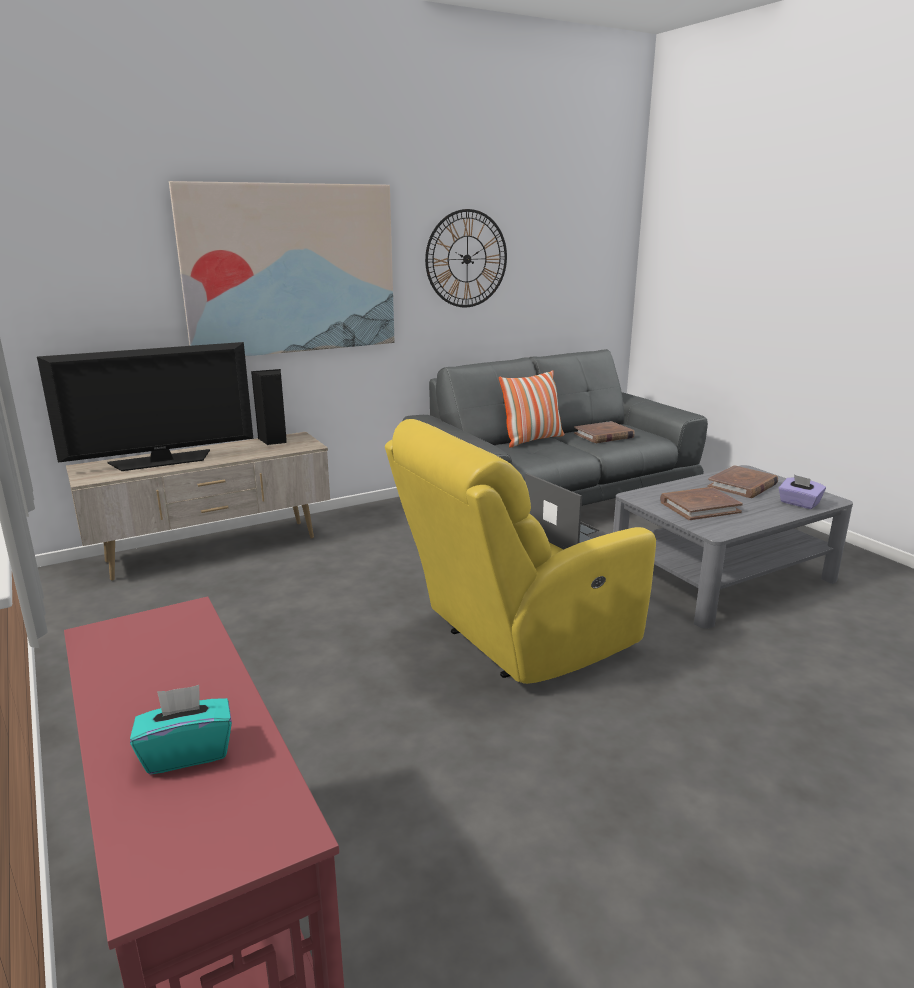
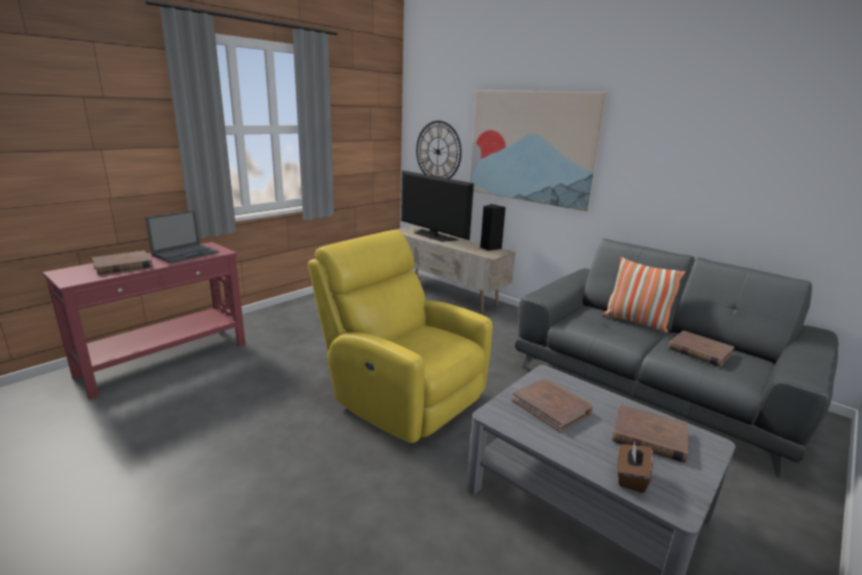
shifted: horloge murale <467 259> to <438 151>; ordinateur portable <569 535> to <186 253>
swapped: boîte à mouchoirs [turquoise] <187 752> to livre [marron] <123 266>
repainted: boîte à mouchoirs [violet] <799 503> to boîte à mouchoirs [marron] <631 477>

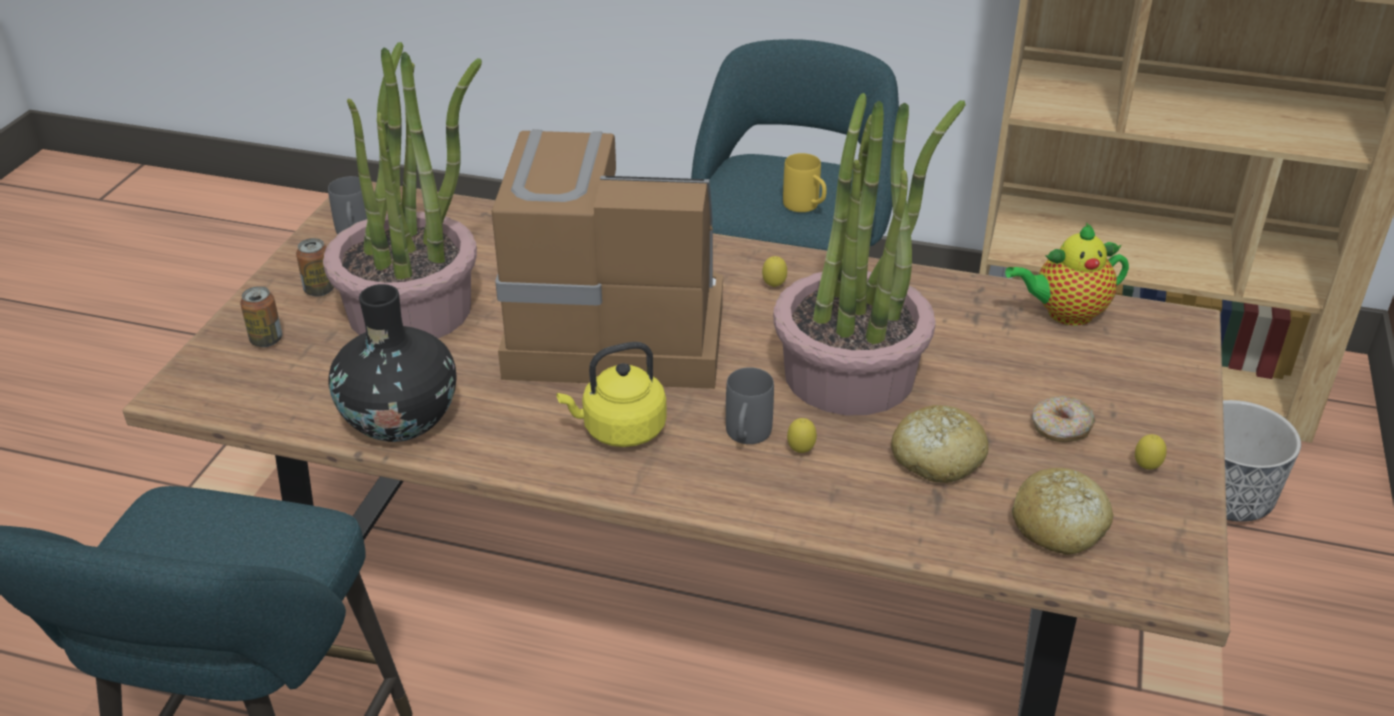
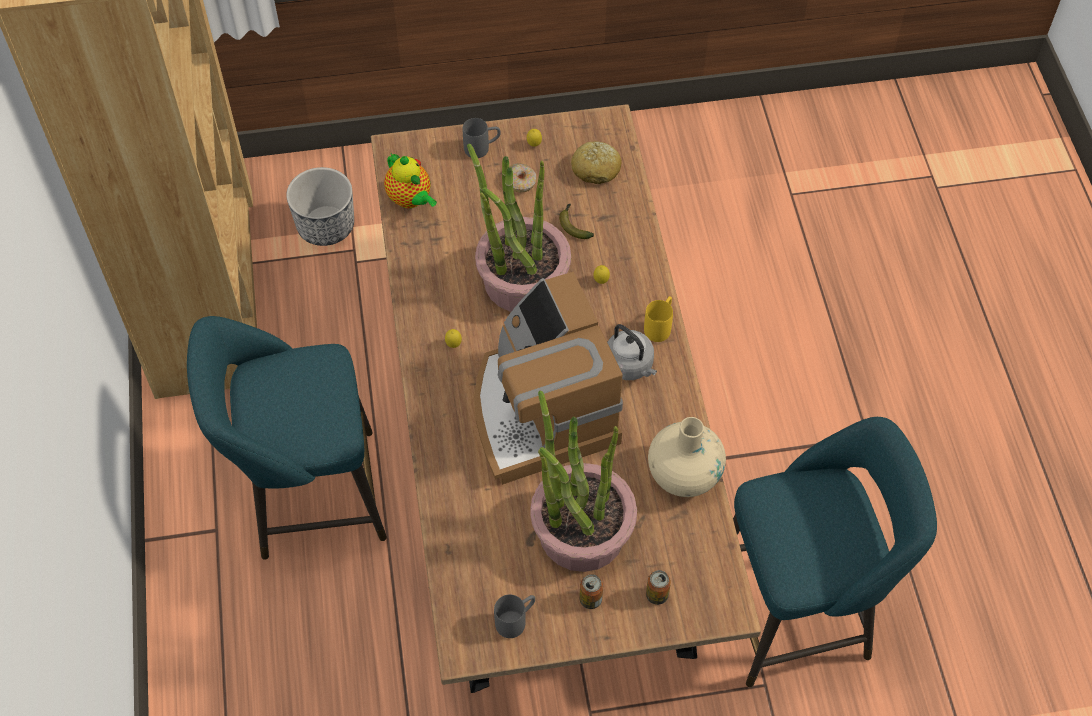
shifted: mug [jaune] <806 207> to <660 326>; mug [gris] <746 437> to <482 148>
swapped: pain <937 458> to banane <573 225>
repainted: vase [noir] <400 420> to vase [beige] <684 474>; bouilloire [jaune] <620 430> to bouilloire [gris] <630 366>

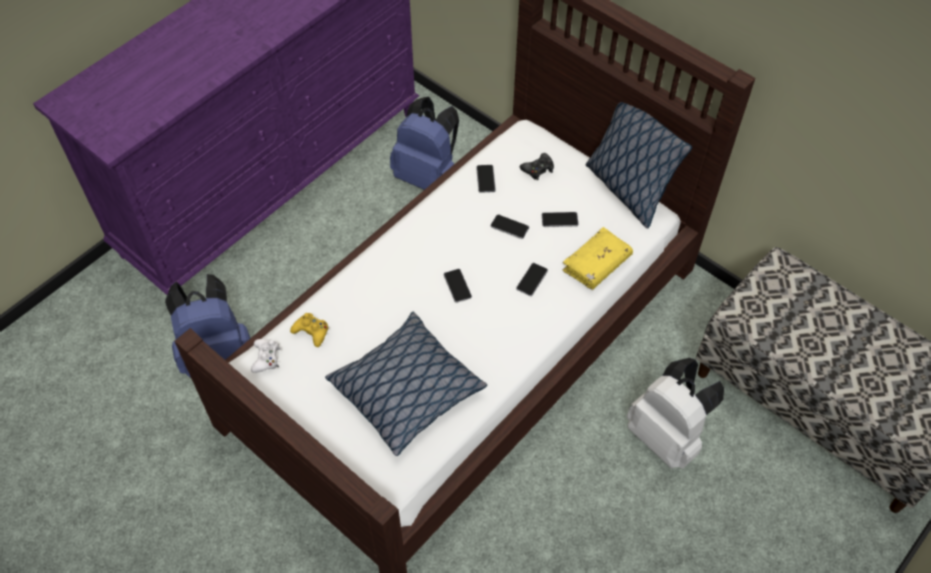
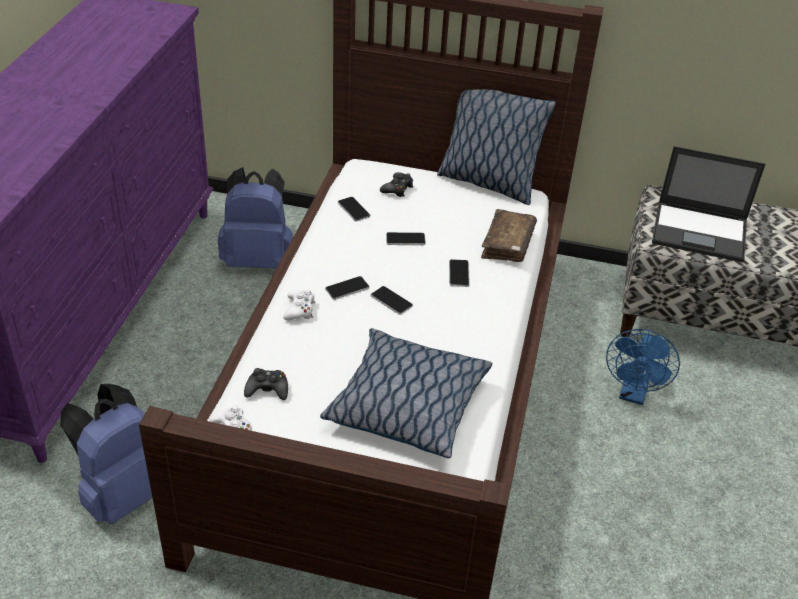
new: ordinateur portable <700 232>; manette [blanc] <299 309>
shifted: téléphone <559 220> to <347 289>
swapped: sac à dos [blanc] <667 436> to ventilateur [bleu] <633 394>
repainted: livre [jaune] <596 264> to livre [marron] <508 244>; manette [jaune] <311 331> to manette [noir] <267 389>

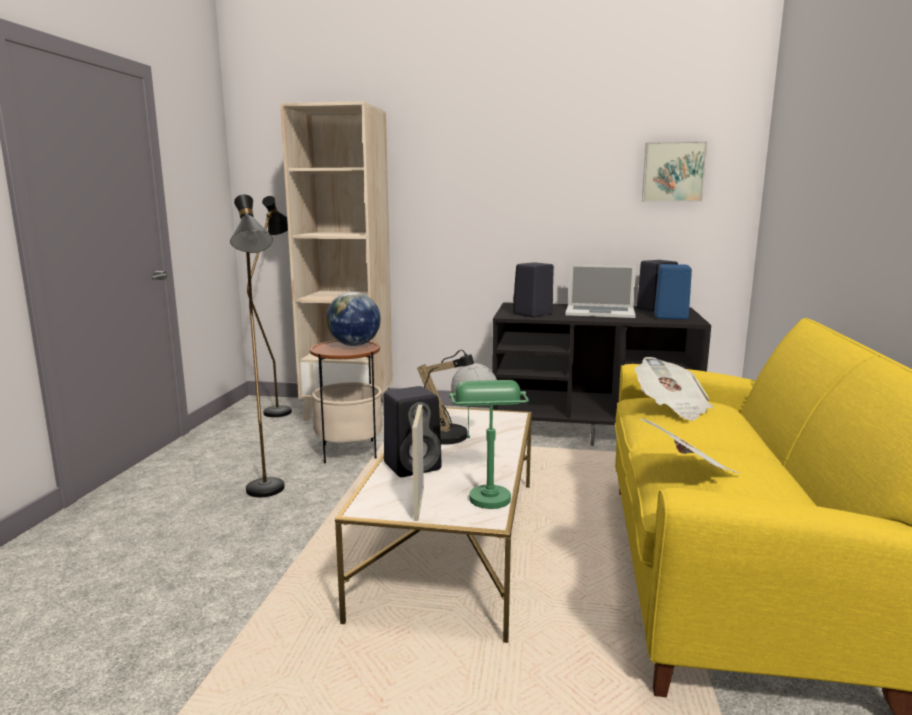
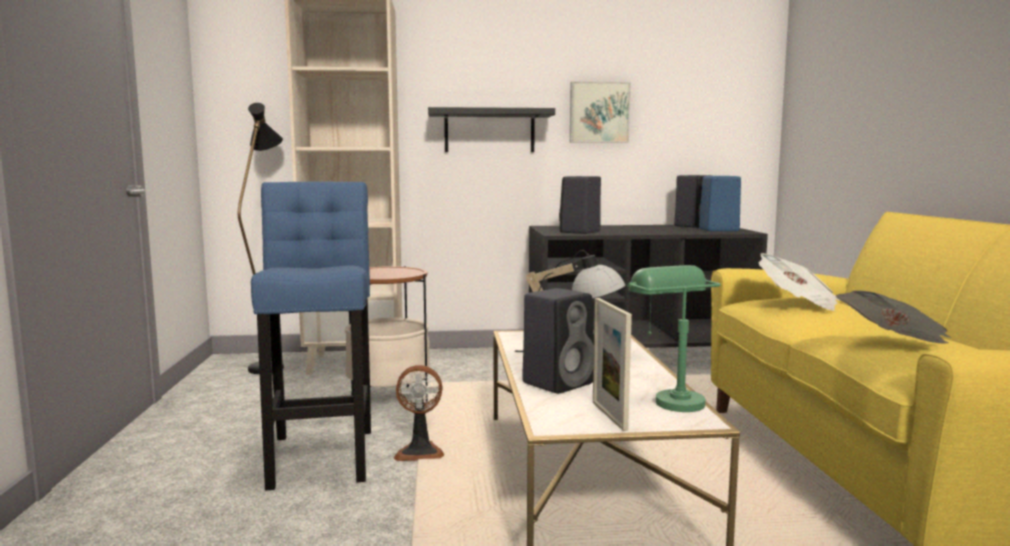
gone: ordinateur portable <600 312>; globe <354 345>
new: étagère [noir] <489 131>; ventilateur <420 452>
shifted: tableau <673 172> to <599 112>
swapped: lampadaire [noir] <268 495> to tabouret [bleu] <322 454>

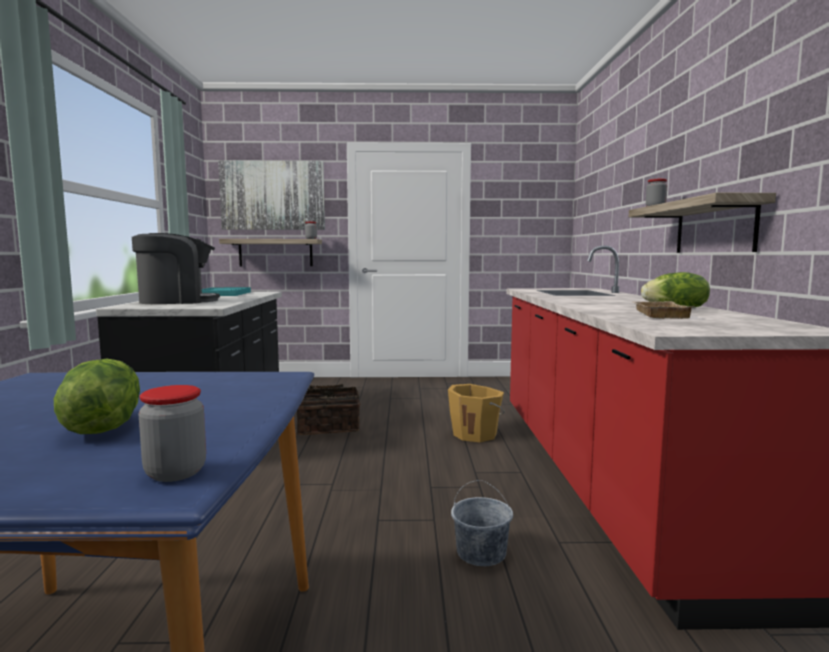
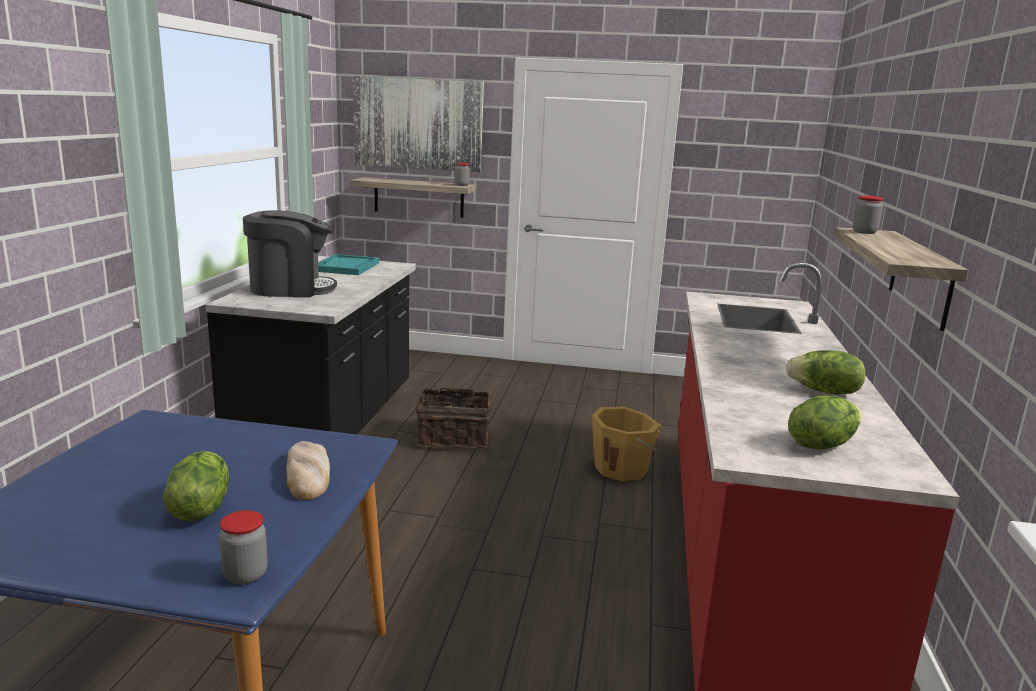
gone: plateau [beige] <657 314>; seau [gris] <481 553>
new: laitue <821 444>; pain <308 475>

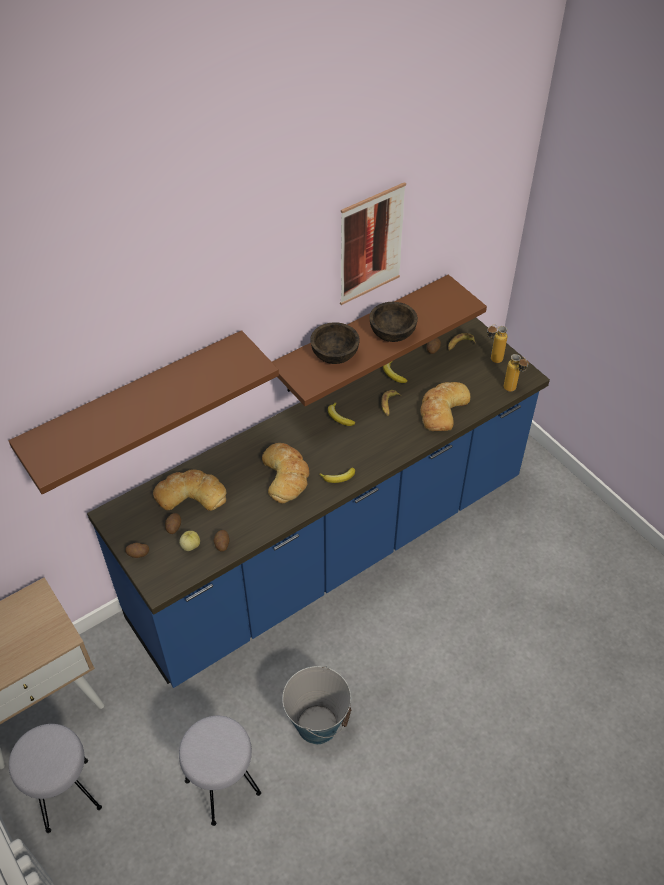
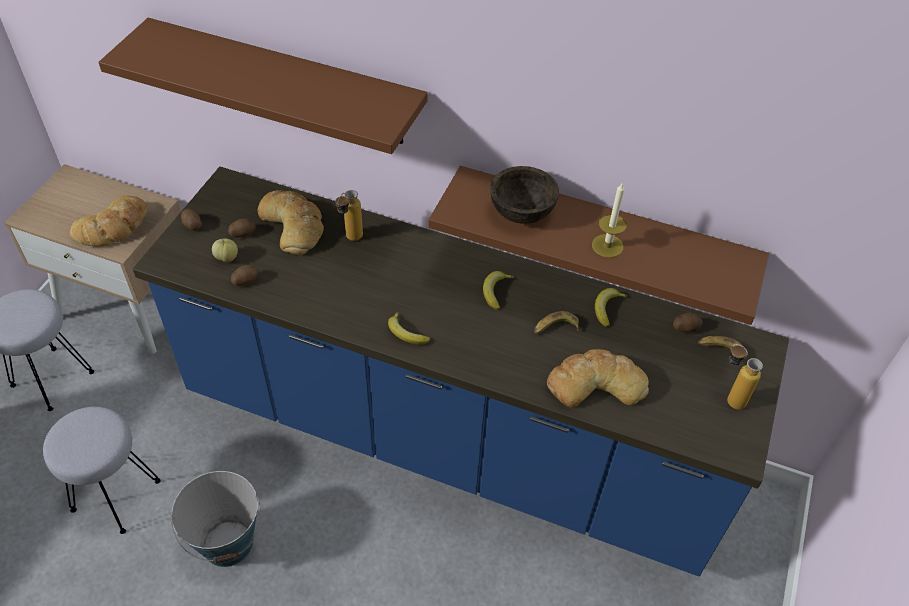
gone: tableau <371 244>
shifted: bouteille <512 391> to <350 240>; pain <286 475> to <113 227>
swapped: bol [marron] <392 333> to bougie <607 246>

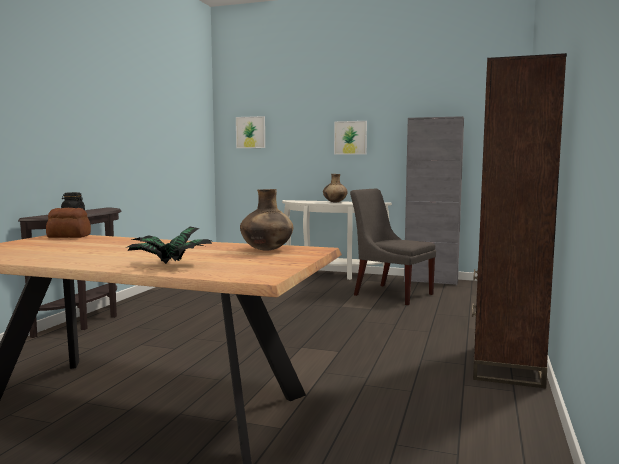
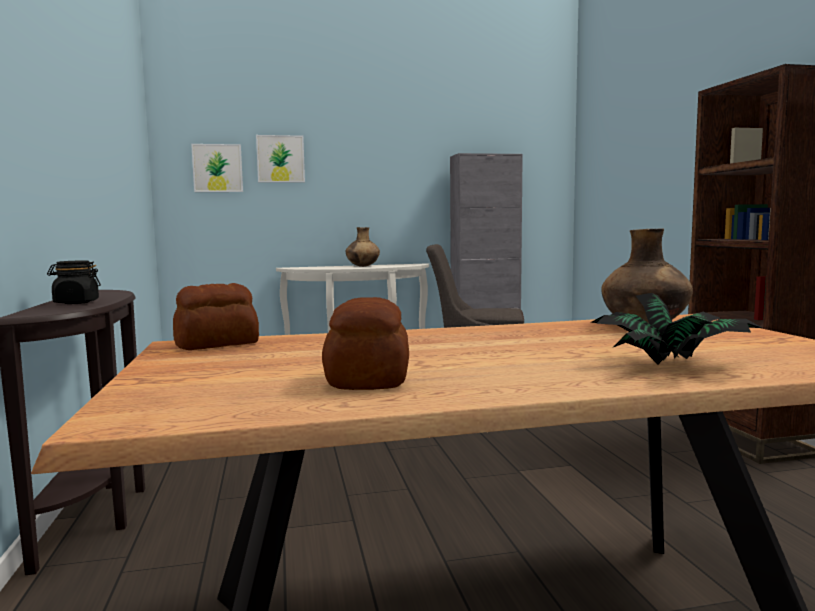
new: pain <369 378>
shifted: tableau <350 137> to <280 159>

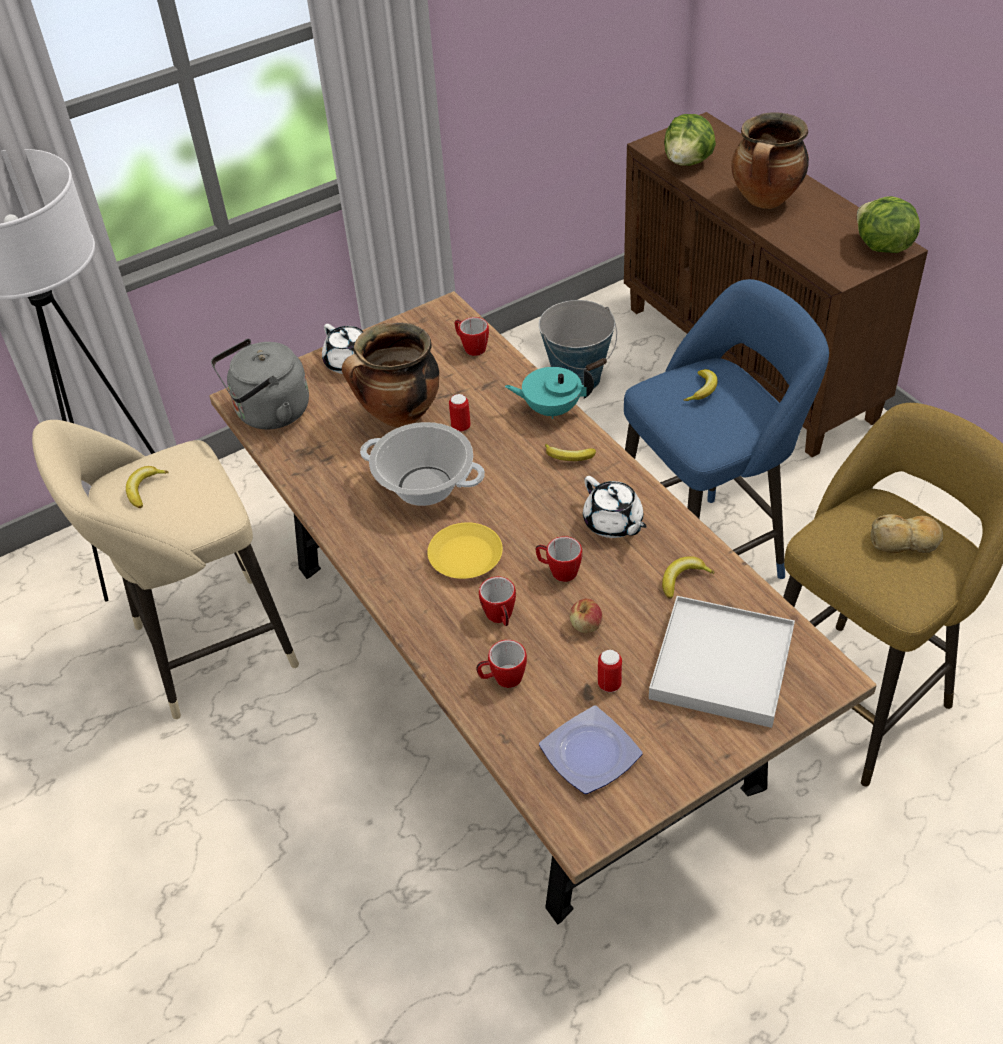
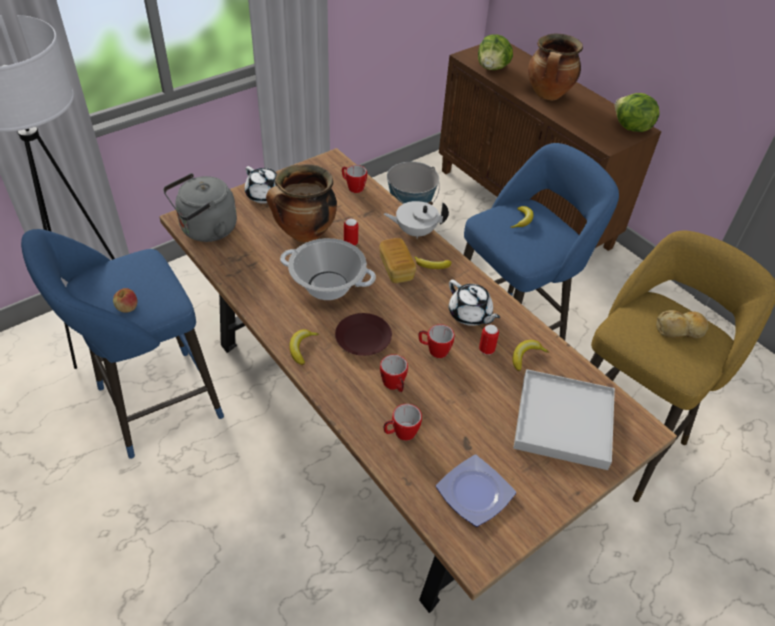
new: pain <396 269>
shifted: banane <144 489> to <301 348>; pomme <586 625> to <127 307>; boîte métallique <609 684> to <486 350>
repainted: théière [turquoise] <551 409> to théière [blanc] <415 231>; tabouret [beige] <205 650> to tabouret [bleu] <152 405>; assiette [jaune] <466 556> to assiette [marron] <363 338>

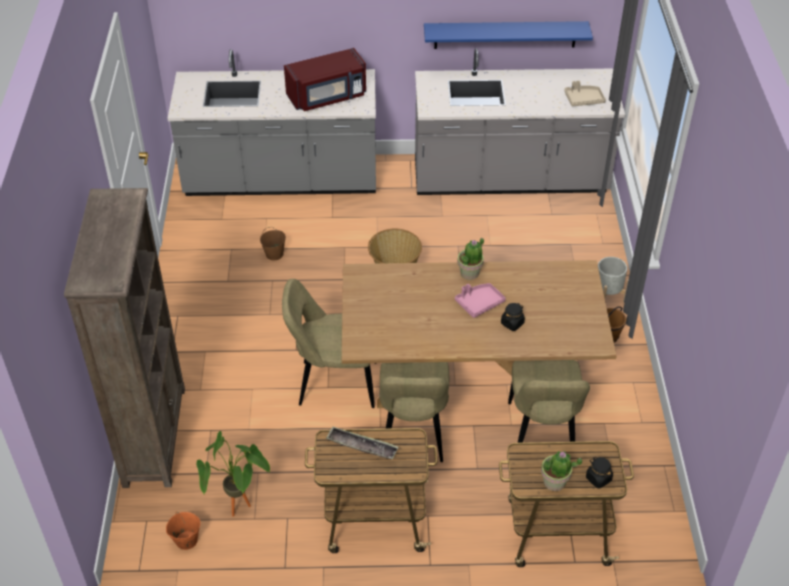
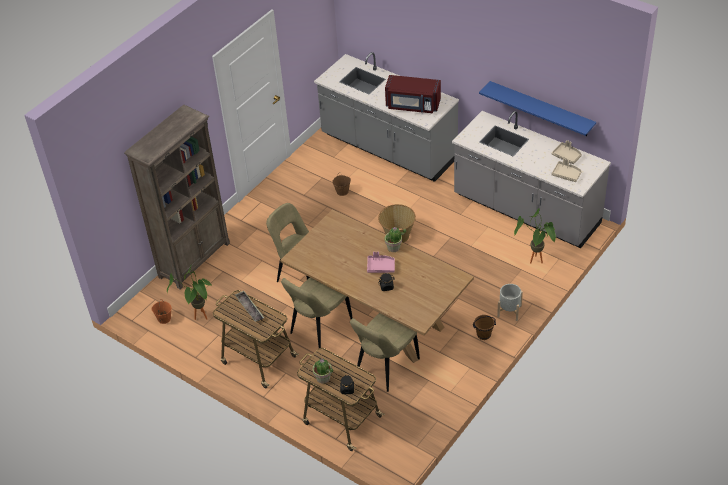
new: plateau [beige] <567 156>; plante en pot <535 263>

